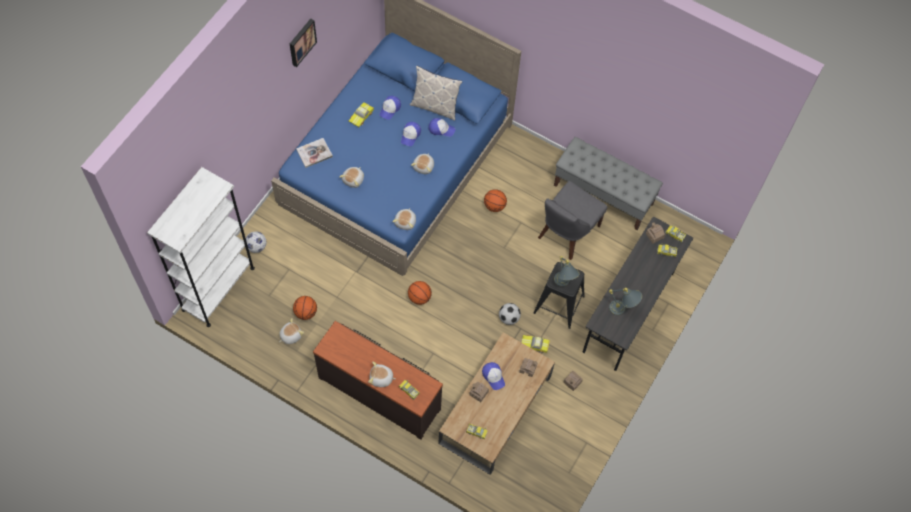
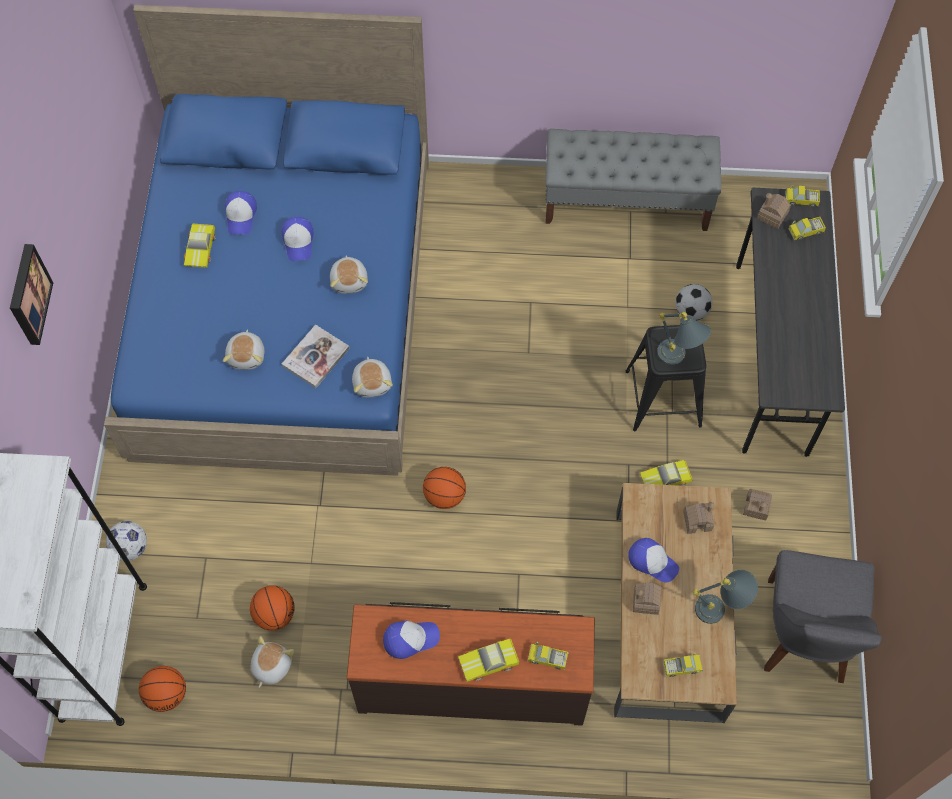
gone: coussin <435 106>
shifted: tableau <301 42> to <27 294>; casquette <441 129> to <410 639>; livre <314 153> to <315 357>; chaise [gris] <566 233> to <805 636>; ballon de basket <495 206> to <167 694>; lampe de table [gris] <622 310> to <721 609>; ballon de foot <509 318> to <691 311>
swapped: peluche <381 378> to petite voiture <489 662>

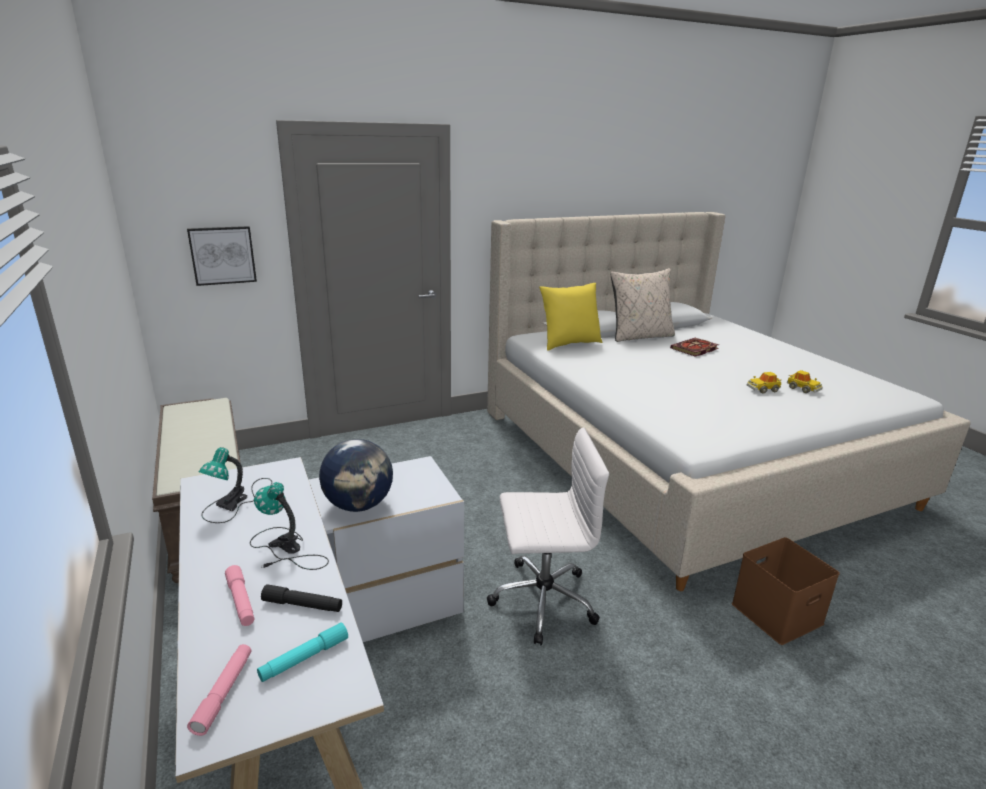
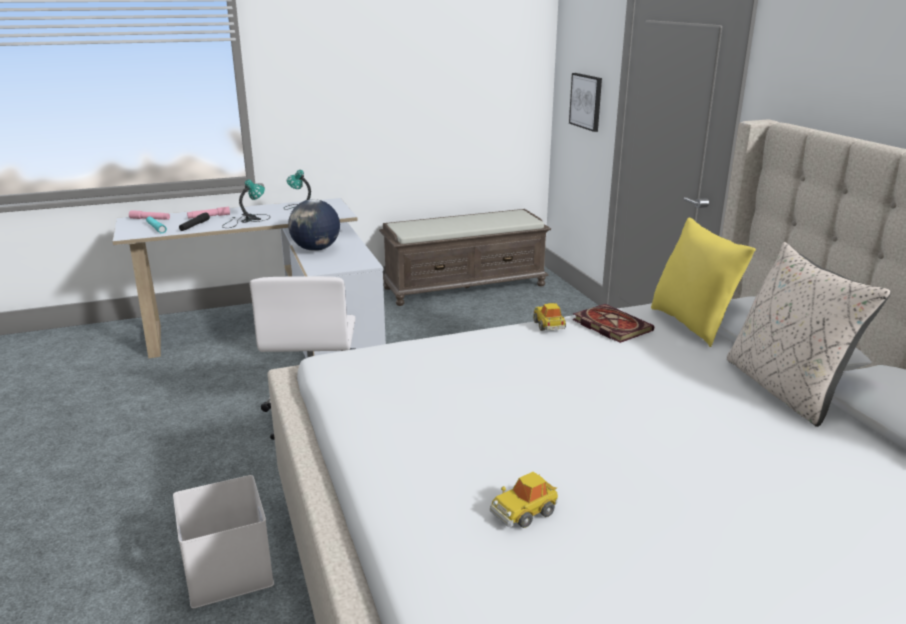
shifted: livre <694 349> to <609 325>; petite voiture <763 389> to <549 325>
repainted: boîte de rangement [marron] <777 615> to boîte de rangement [blanc] <226 569>

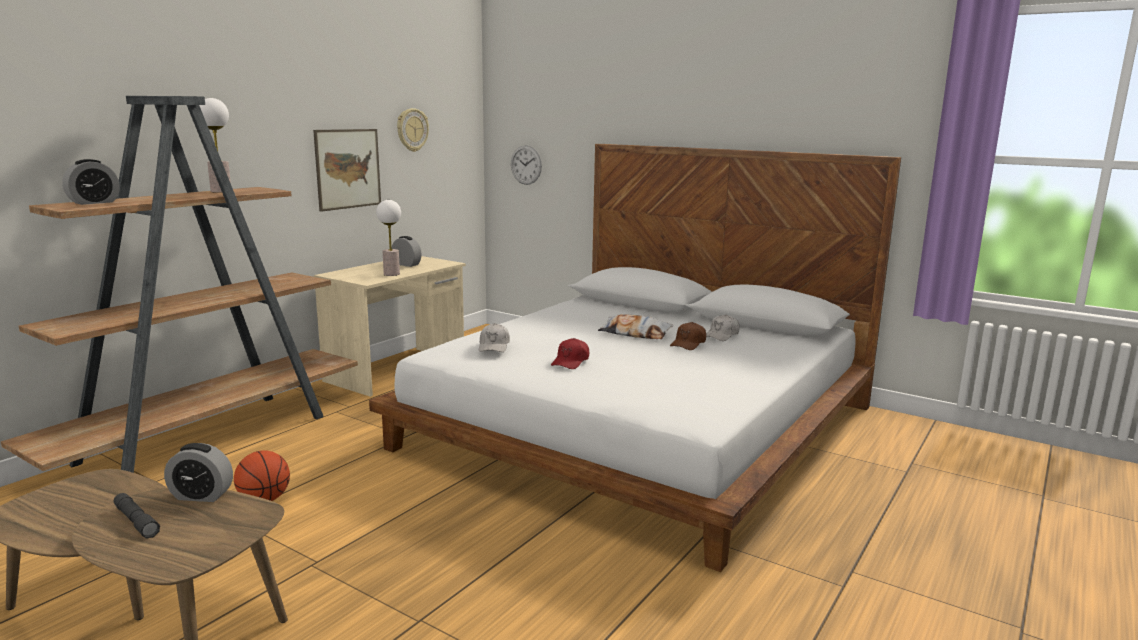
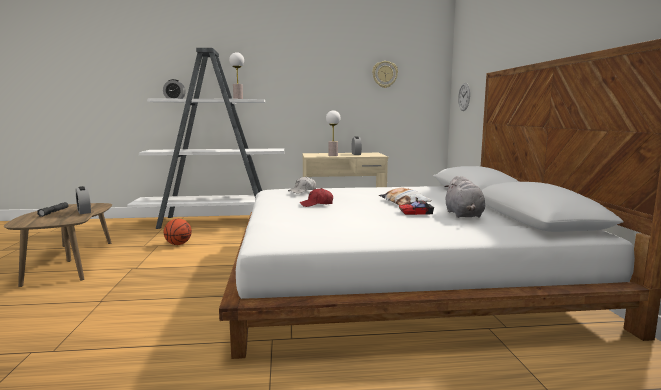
gone: tableau <348 169>
swapped: casquette [blanc] <722 335> to peluche [gris] <464 215>; casquette [marron] <688 344> to petite voiture <416 212>
repainted: bibliothèque [marron] <210 438> to bibliothèque [blanc] <218 221>

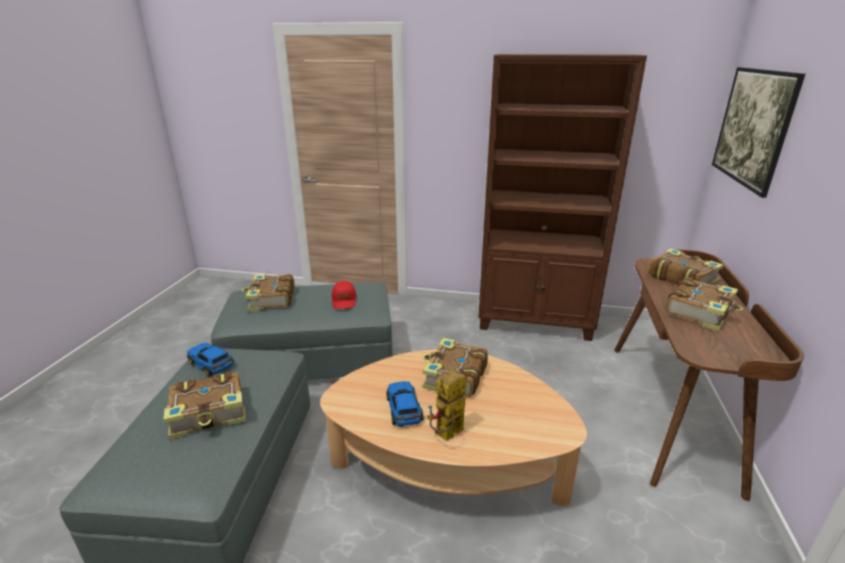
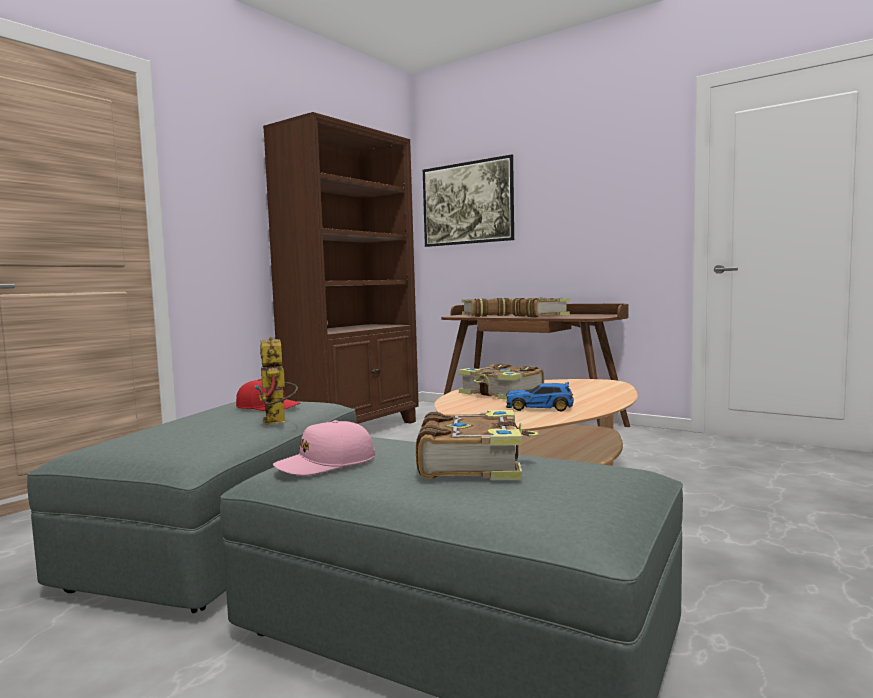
gone: livre <271 299>
shifted: robot jouet <446 436> to <278 422>
swapped: petite voiture <211 364> to casquette [rose] <325 464>

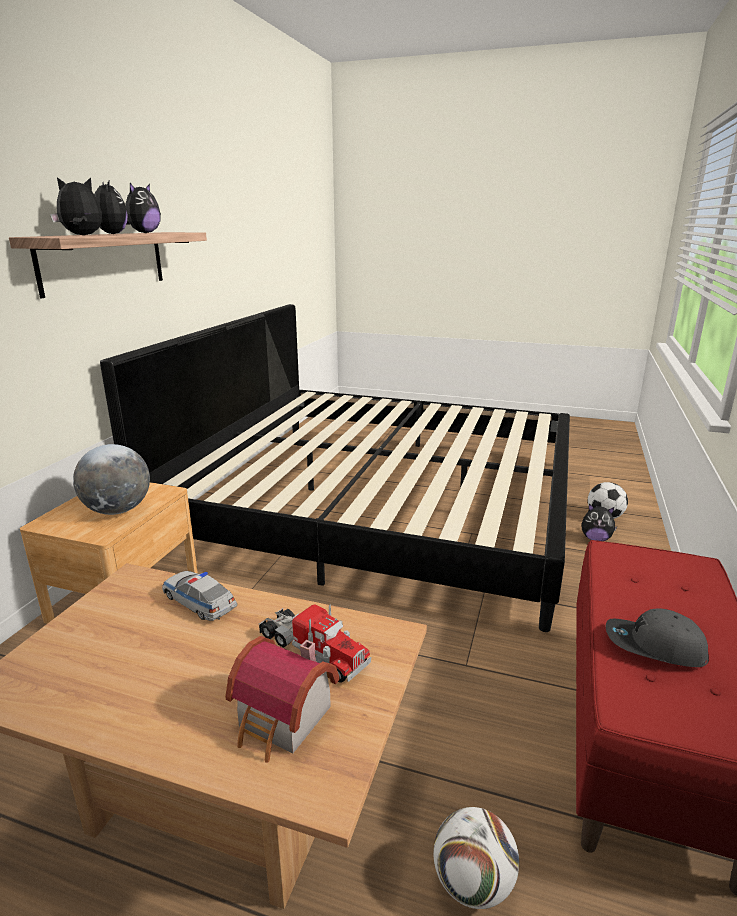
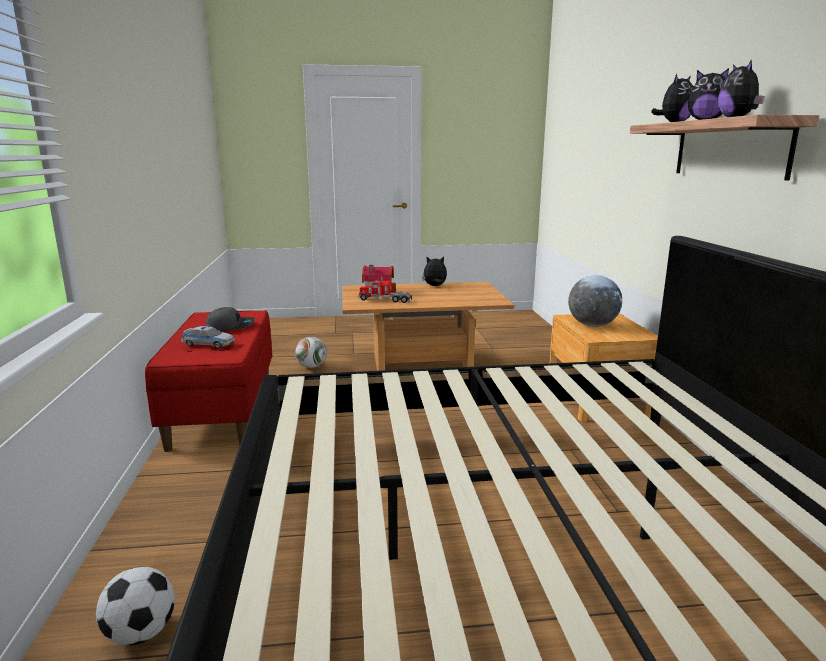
shifted: peluche <595 539> to <435 286>; petite voiture <199 602> to <208 344>

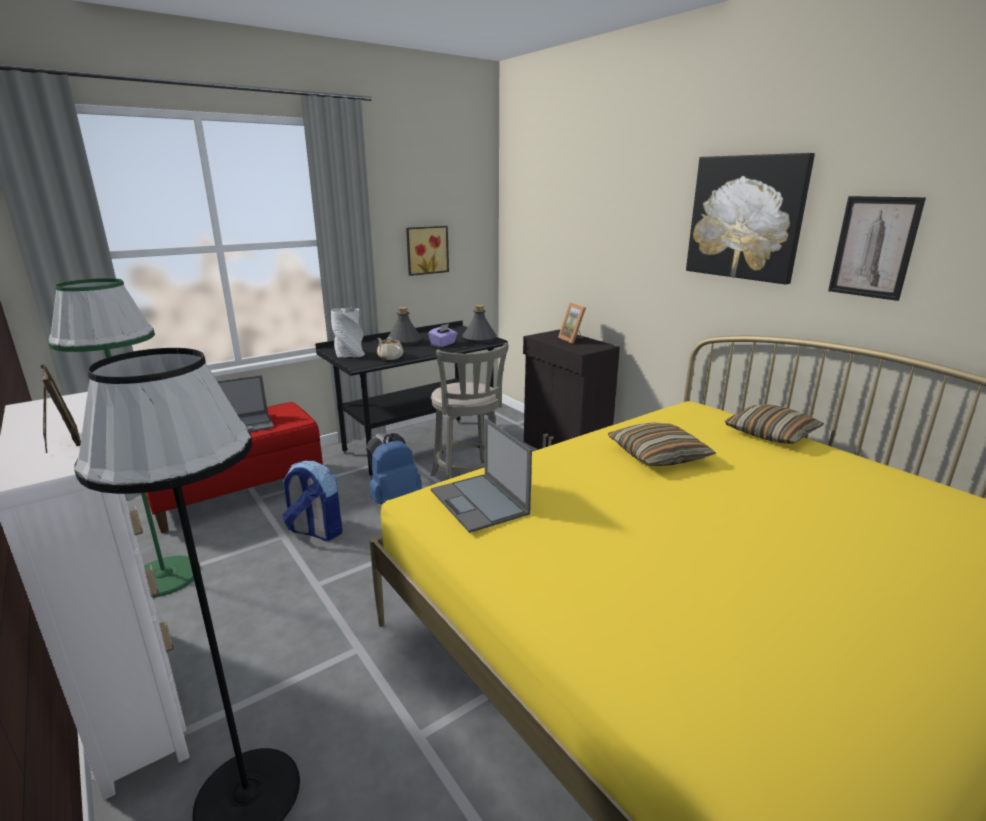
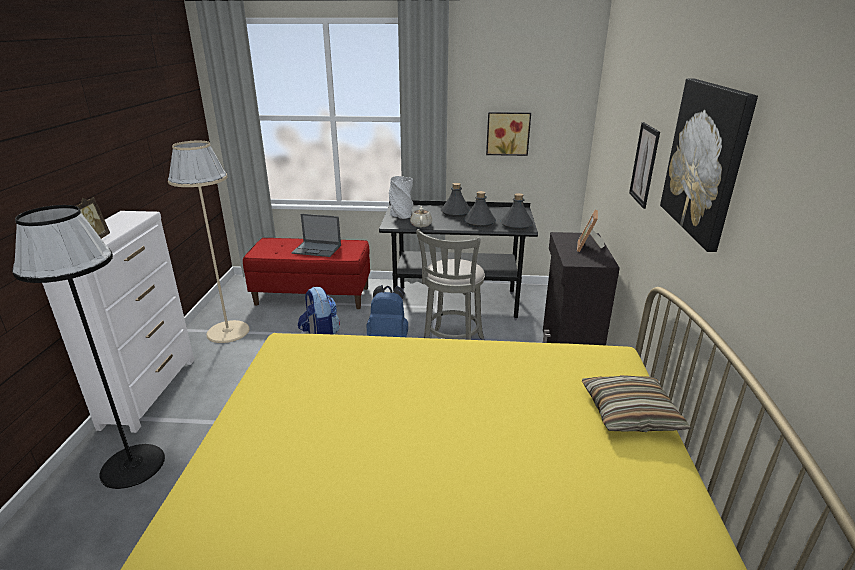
gone: ordinateur portable <480 502>; coussin <658 455>
shifted: tableau <874 247> to <644 164>
swapped: boîte à mouchoirs [violet] <443 344> to bouteille [gris] <479 222>
repainted: lampadaire [vert] <164 576> to lampadaire [beige] <228 331>

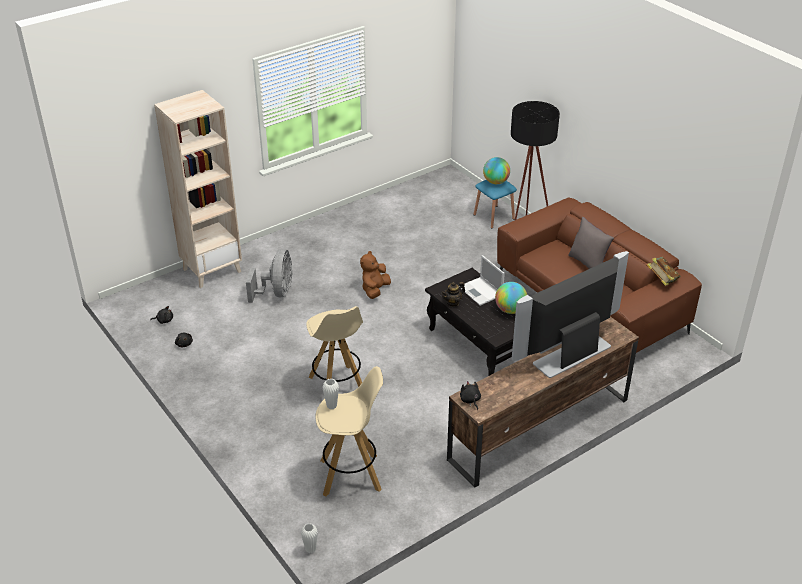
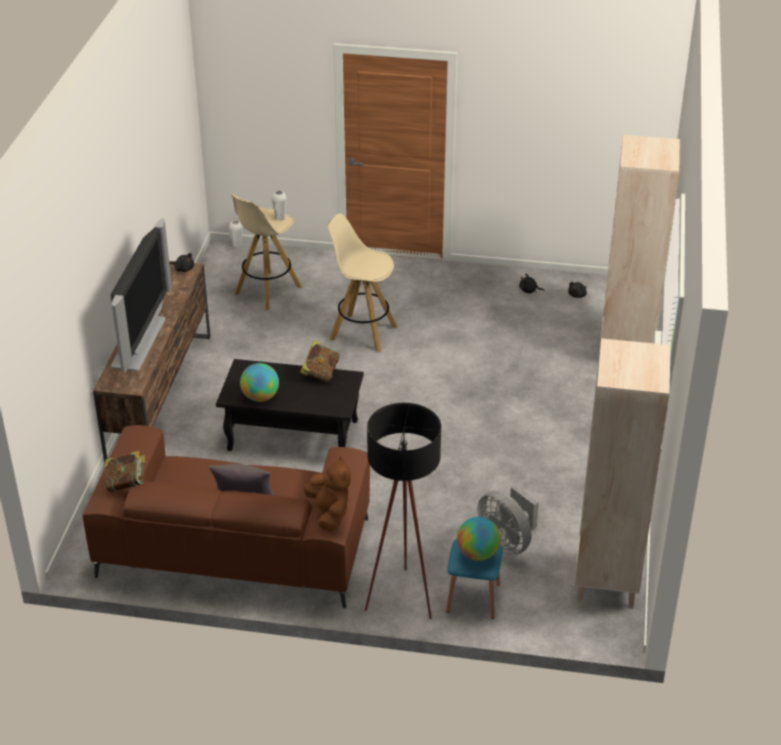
gone: ordinateur portable <481 292>
new: bibliothèque [beige] <607 580>
shifted: ventilateur [gris] <276 293> to <507 541>; peluche [marron] <375 290> to <329 513>
swapped: théière <452 303> to livre <320 373>

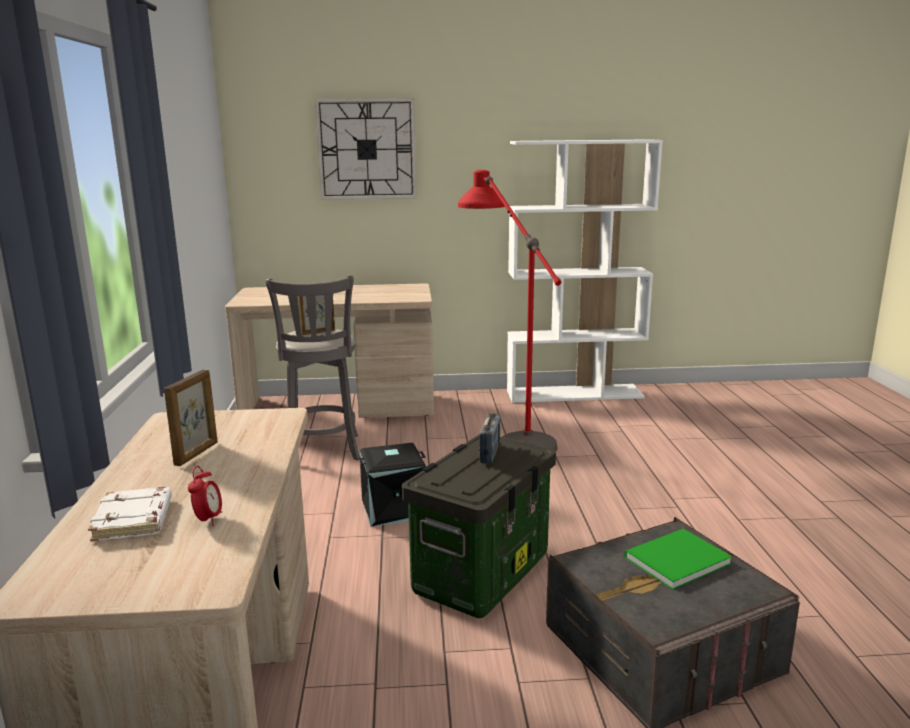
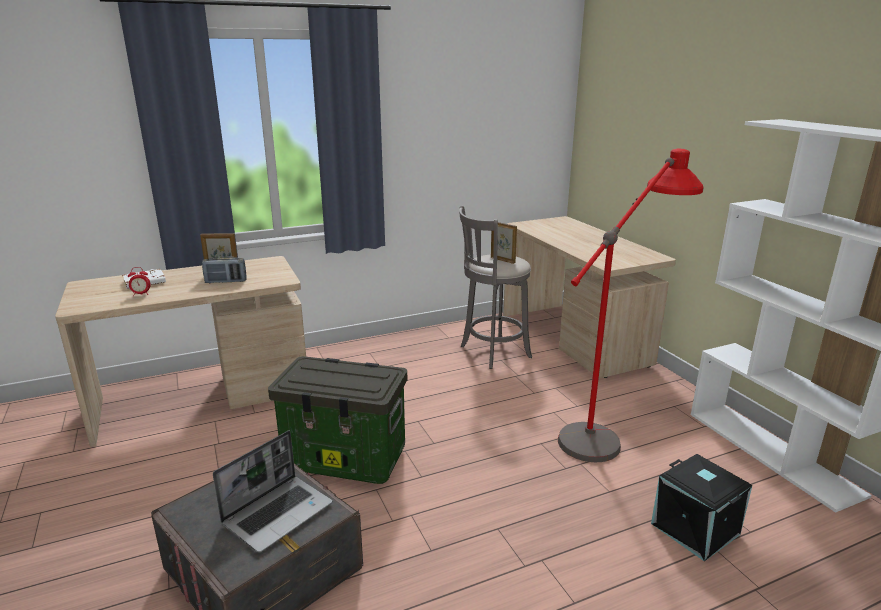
gone: horloge murale <367 149>
shifted: radio <490 453> to <226 281>; boîte de rangement [noir] <394 508> to <696 528>
swapped: livre [vert] <673 560> to ordinateur portable <278 513>

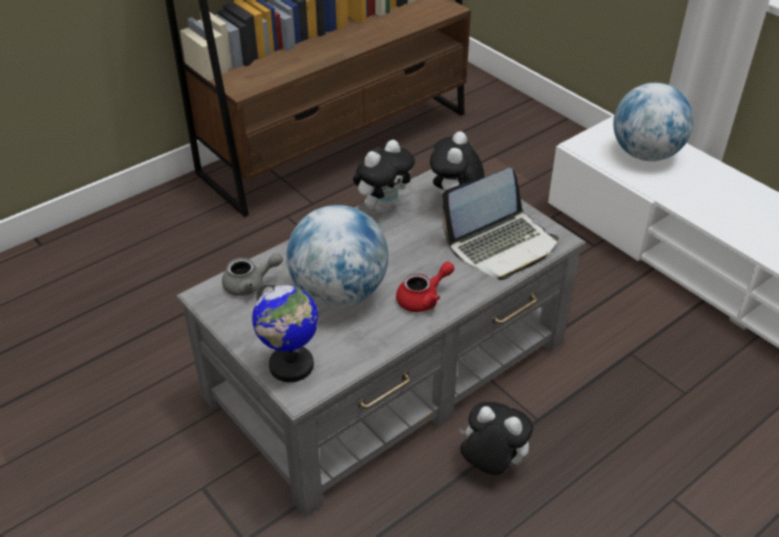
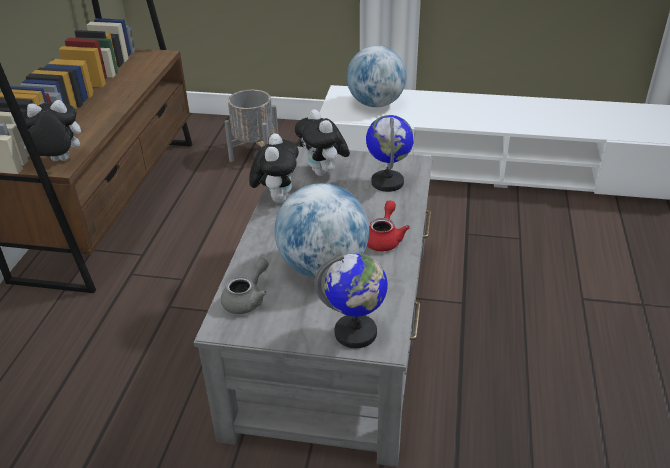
new: cache-pot [gris] <254 152>
shifted: peluche <491 464> to <59 161>
swapped: ordinateur portable <501 245> to globe <387 182>

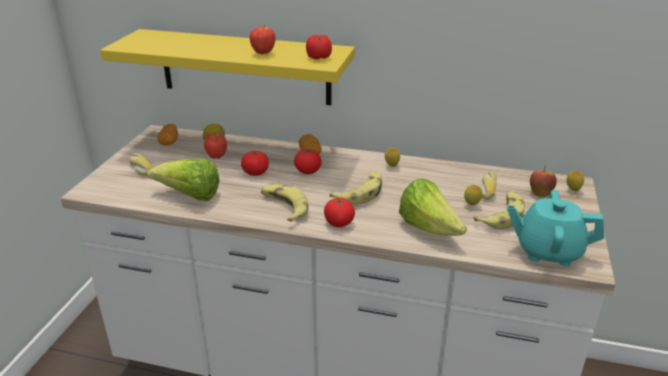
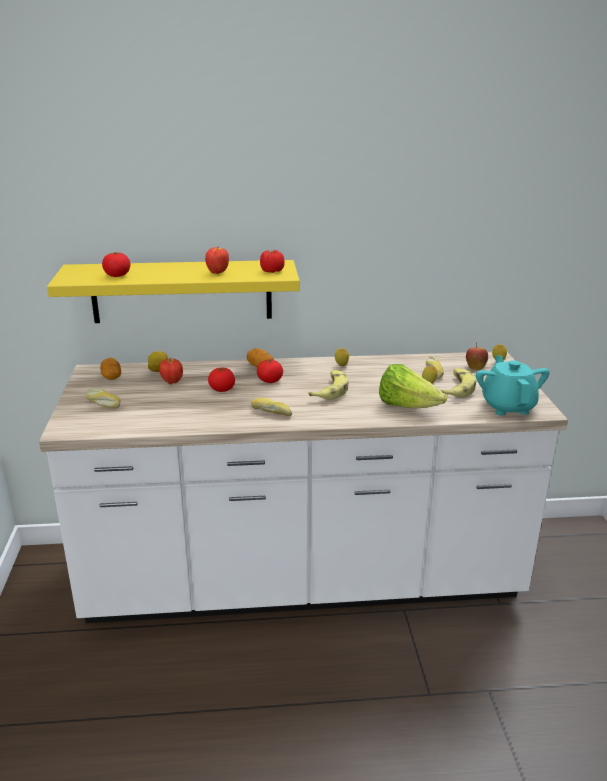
gone: laitue <190 196>
shifted: tomate <339 223> to <117 275>
swapped: banane <284 207> to pain <272 412>
rotated: théière [turquoise] <547 251> = <508 406> 90 degrees clockwise

